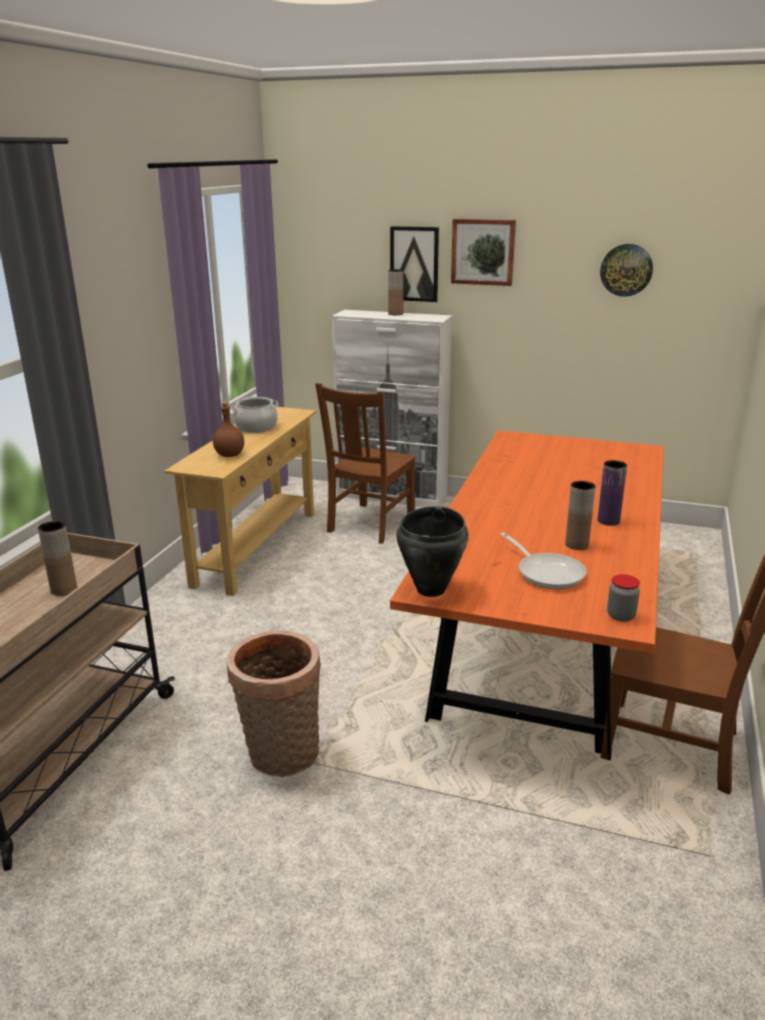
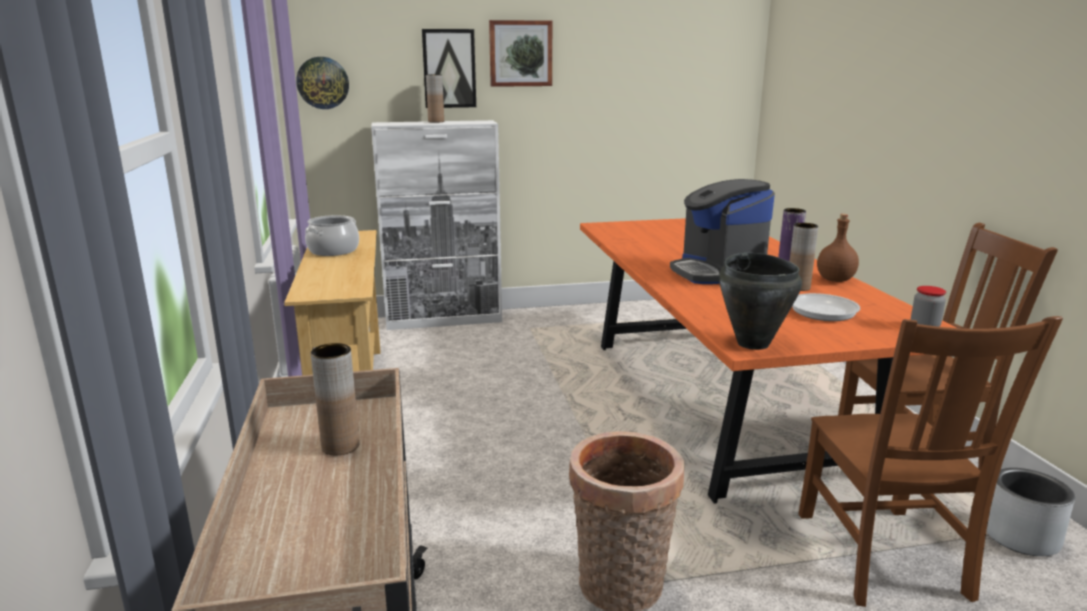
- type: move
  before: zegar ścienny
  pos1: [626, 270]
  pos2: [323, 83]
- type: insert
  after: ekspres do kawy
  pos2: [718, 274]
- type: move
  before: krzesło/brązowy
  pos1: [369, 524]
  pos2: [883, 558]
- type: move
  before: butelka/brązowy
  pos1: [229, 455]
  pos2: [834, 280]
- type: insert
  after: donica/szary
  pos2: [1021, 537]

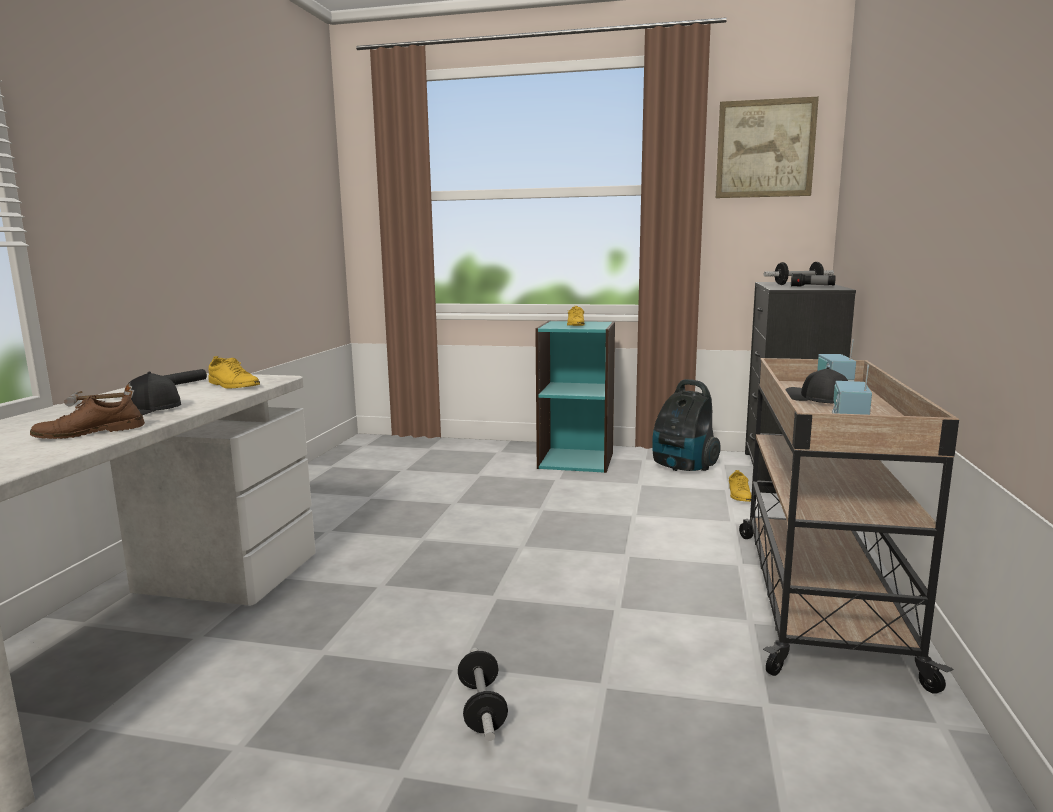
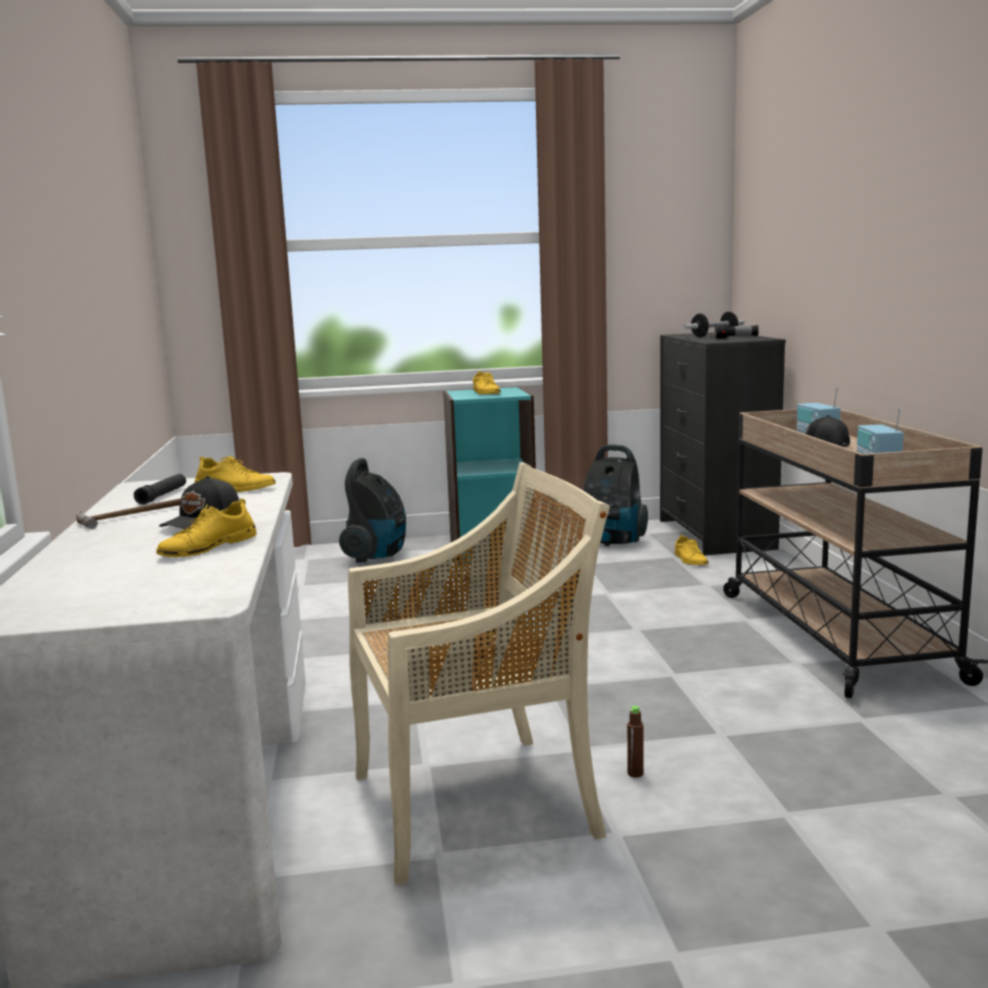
- type: recolor
  before: but/brązowy
  after: but/żółty
  pos1: [90, 432]
  pos2: [208, 547]
- type: insert
  after: odkurzacz
  pos2: [377, 556]
- type: insert
  after: krzesło/beżowy
  pos2: [477, 803]
- type: replace
  before: hantel
  after: butelka/brązowy
  pos1: [482, 708]
  pos2: [635, 773]
- type: delete
  before: obraz
  pos1: [765, 149]

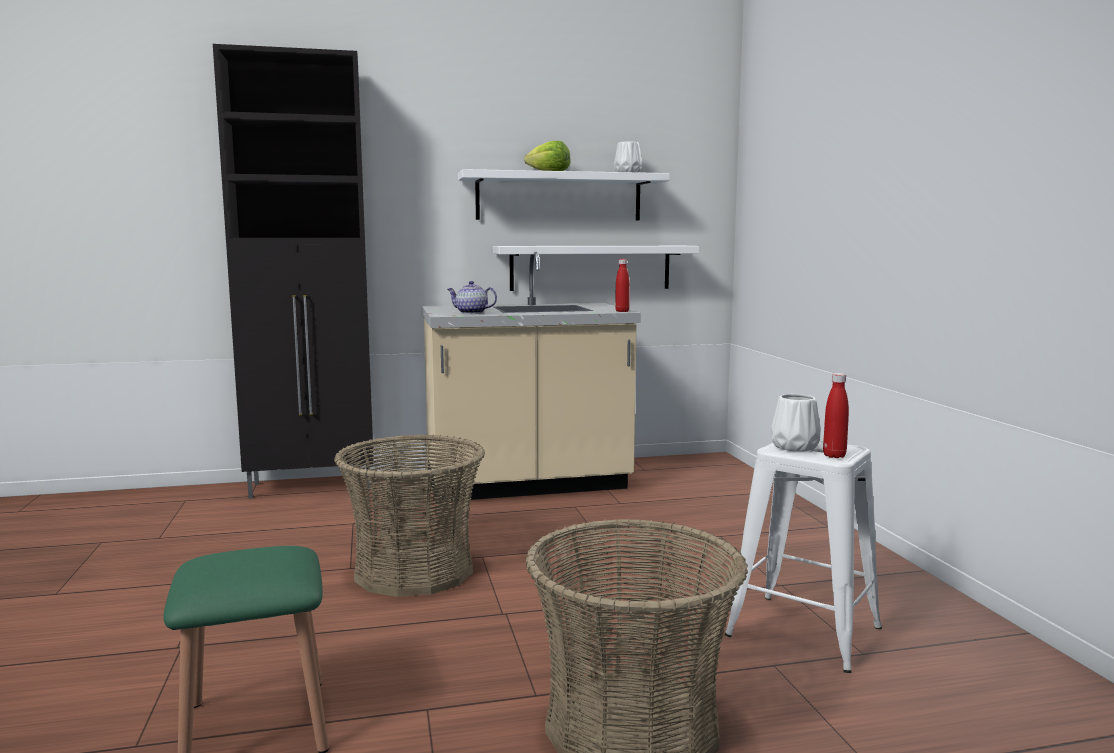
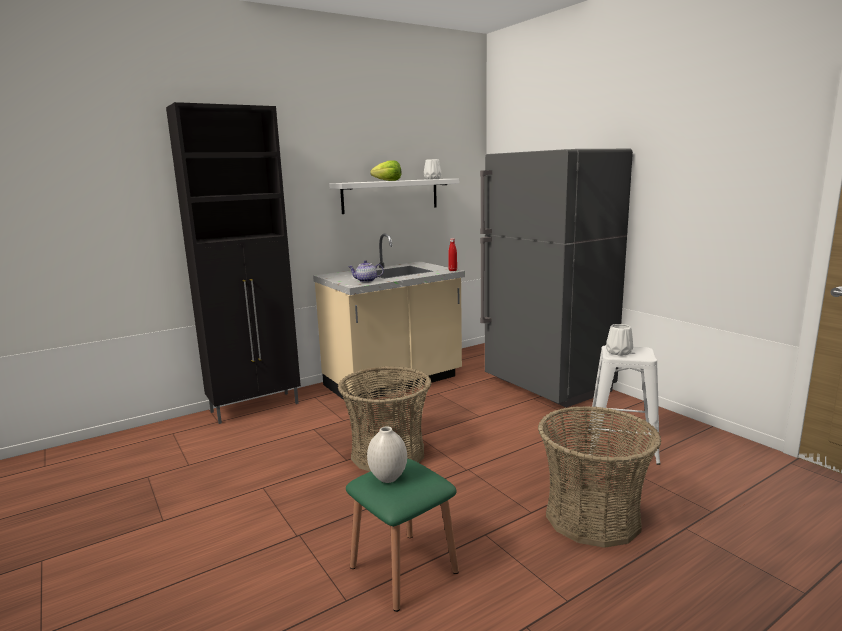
- type: insert
  after: wazon/biały
  pos2: [387, 478]
- type: insert
  after: lodówka/szary
  pos2: [548, 386]
- type: delete
  before: półka/biały
  pos1: [590, 267]
- type: delete
  before: butelka/czerwony
  pos1: [834, 455]

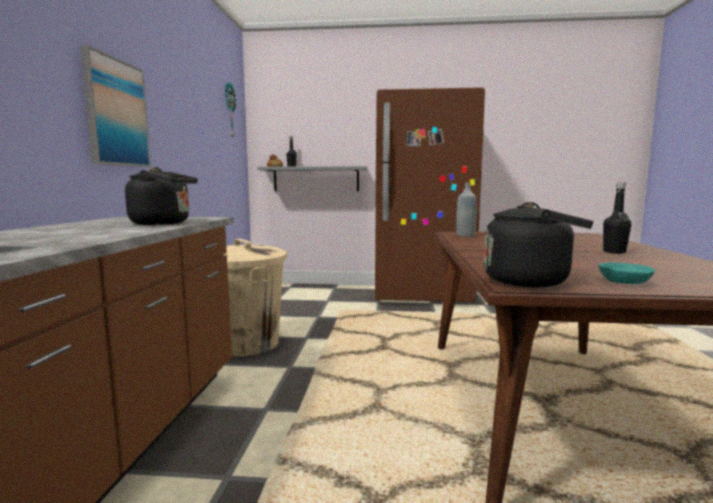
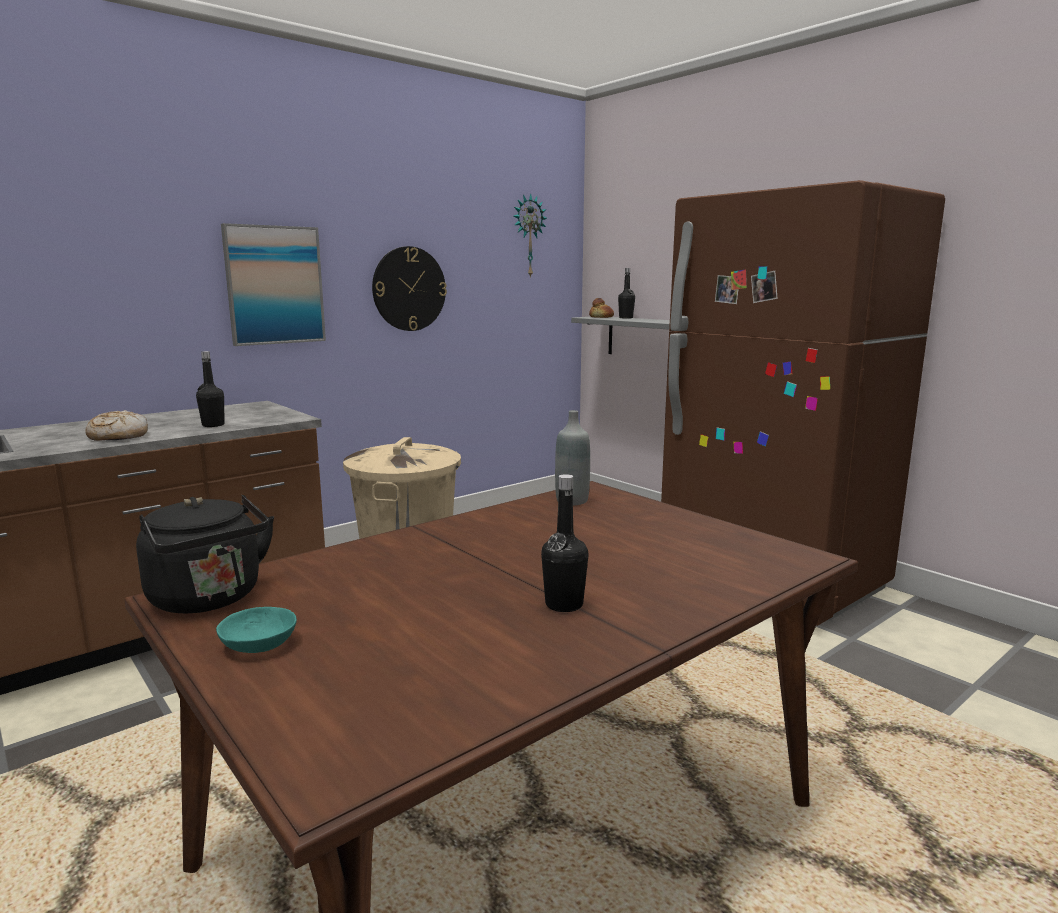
- type: insert
  after: chleb
  pos2: [117, 436]
- type: replace
  before: czajnik/czarny
  after: butelka/czarny
  pos1: [164, 223]
  pos2: [213, 425]
- type: insert
  after: zegar ścienny
  pos2: [409, 289]

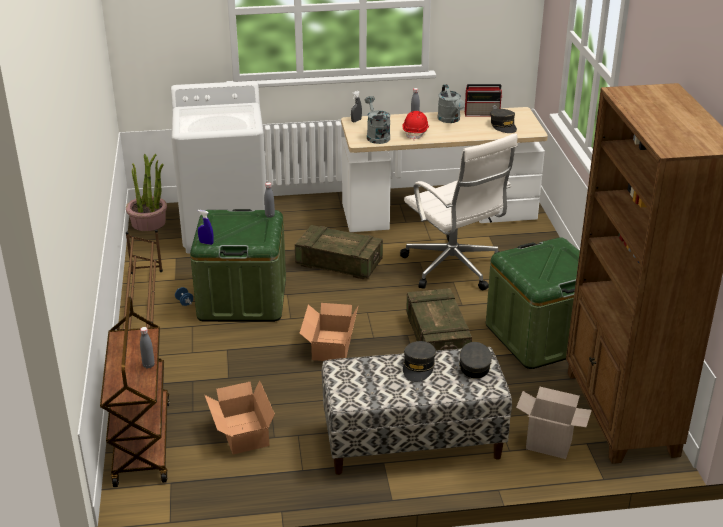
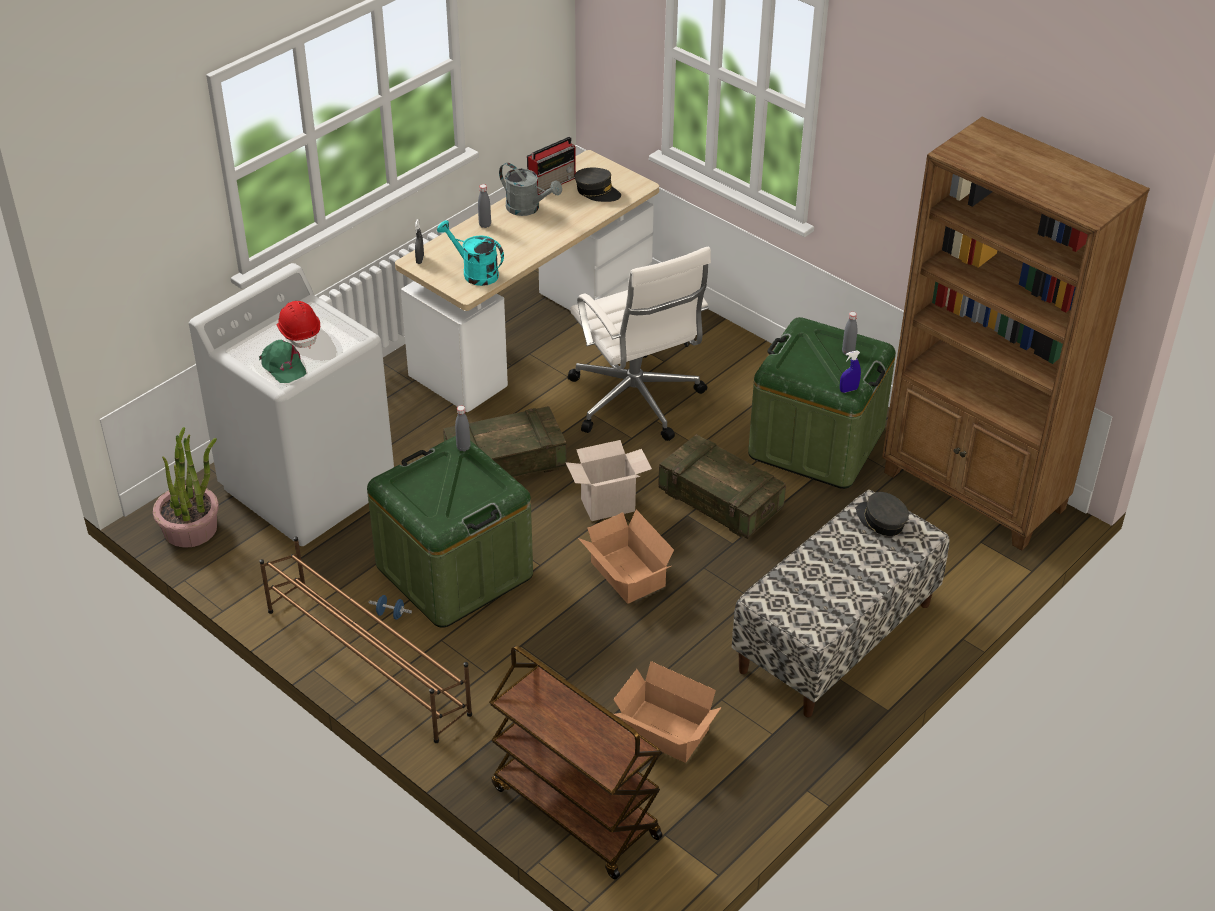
- type: insert
  after: czapka z daszkiem/zielony
  pos2: [283, 366]
- type: move
  before: kask/czerwony
  pos1: [416, 132]
  pos2: [299, 333]
- type: recolor
  before: konewka/szary
  after: konewka/turkusowy
  pos1: [376, 136]
  pos2: [474, 273]
- type: move
  before: karton
  pos1: [550, 444]
  pos2: [609, 504]
- type: rotate
  before: krzesło biurowe/biały
  pos1: [453, 268]
  pos2: [636, 402]
  turn: 45
- type: move
  before: spryskiwacz/niebieski
  pos1: [206, 243]
  pos2: [848, 390]
- type: move
  before: butelka/szary
  pos1: [148, 365]
  pos2: [848, 352]
- type: delete
  before: czapka z daszkiem/szary
  pos1: [418, 367]

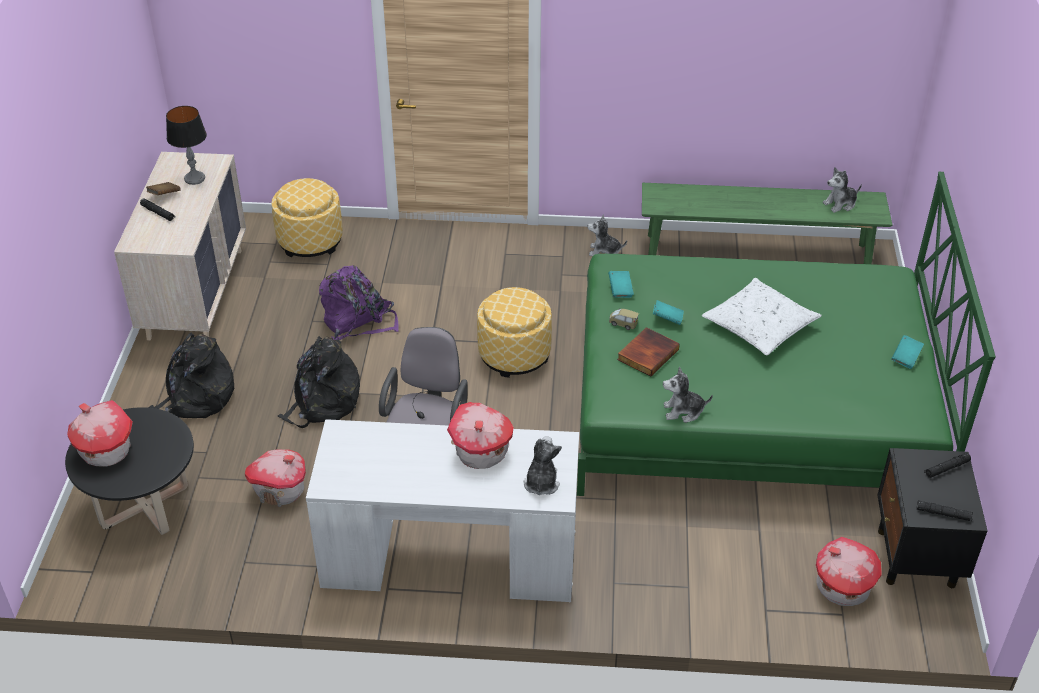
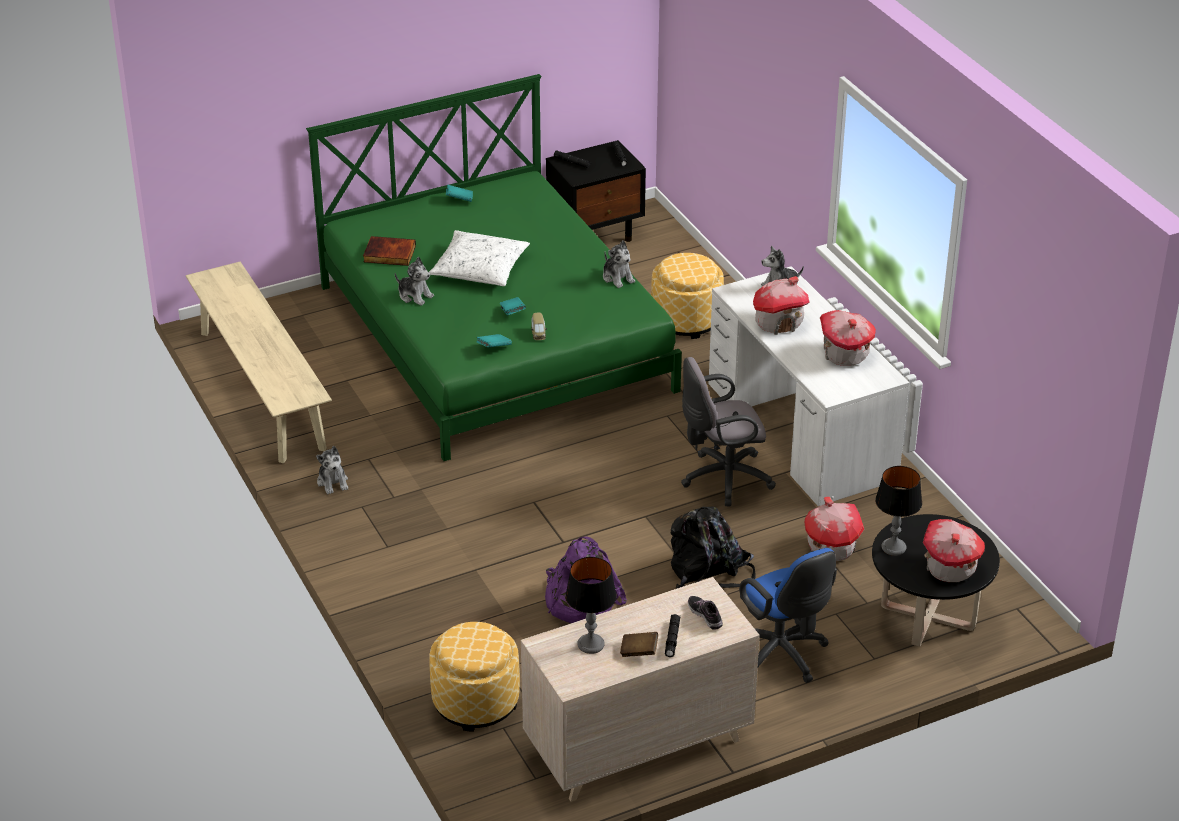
- type: recolor
  before: ławka/zielony
  after: ławka/beżowy
  pos1: [757, 252]
  pos2: [261, 389]
- type: move
  before: książka
  pos1: [647, 354]
  pos2: [389, 254]
- type: move
  before: pluszak
  pos1: [840, 204]
  pos2: [415, 296]
- type: move
  before: pufa
  pos1: [514, 354]
  pos2: [686, 320]
- type: insert
  after: but
  pos2: [705, 615]
- type: replace
  before: plecak/czarny
  after: krzesło biurowe/niebieski
  pos1: [197, 399]
  pos2: [781, 656]
- type: move
  before: domek
  pos1: [841, 588]
  pos2: [845, 354]
- type: insert
  after: lampa stołowa
  pos2: [894, 547]

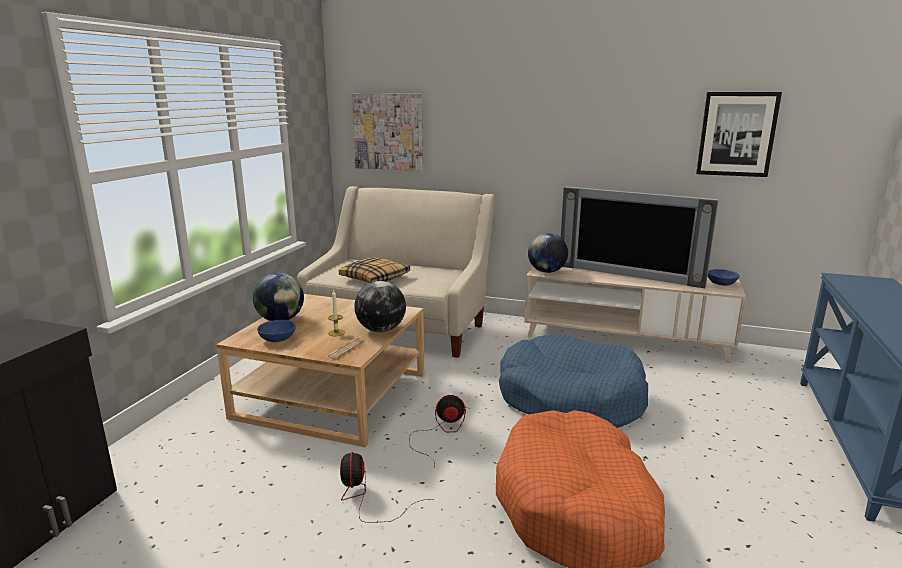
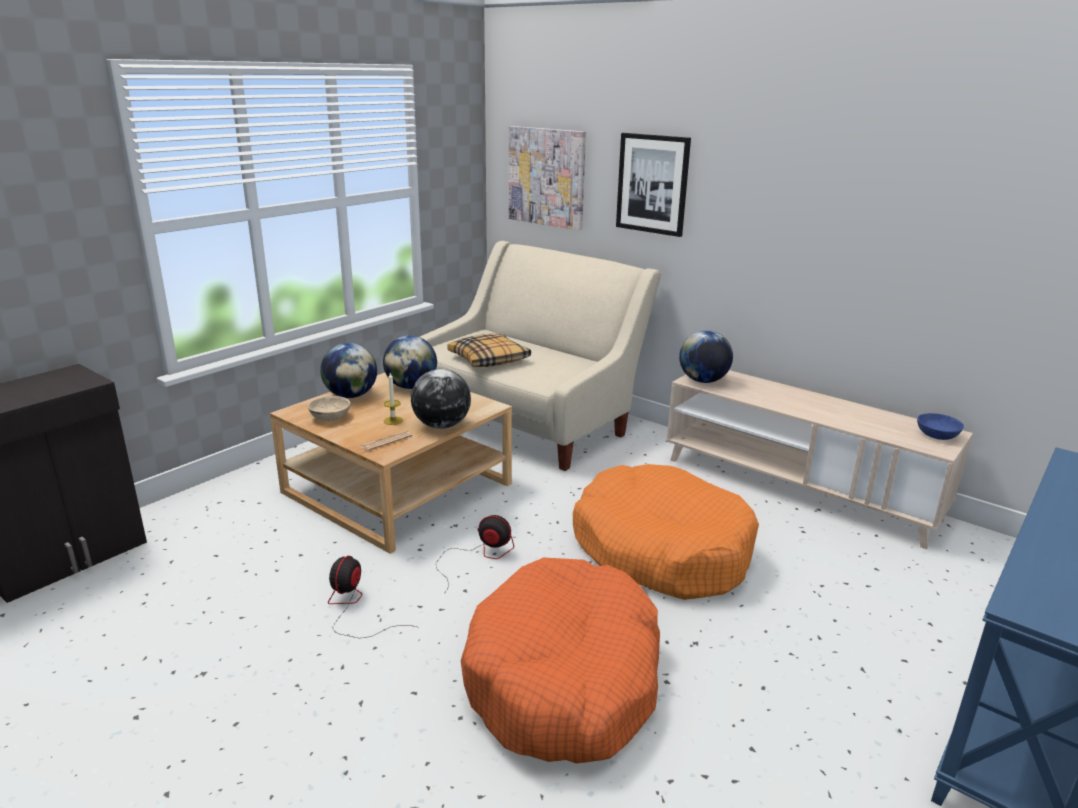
- type: recolor
  before: miska/niebieski
  after: miska/beżowy
  pos1: [277, 339]
  pos2: [330, 417]
- type: insert
  after: globus
  pos2: [411, 387]
- type: recolor
  before: legowisko/niebieski
  after: legowisko/pomarańczowy
  pos1: [570, 398]
  pos2: [661, 549]
- type: move
  before: obraz
  pos1: [737, 134]
  pos2: [652, 184]
- type: delete
  before: telewizor
  pos1: [629, 274]

